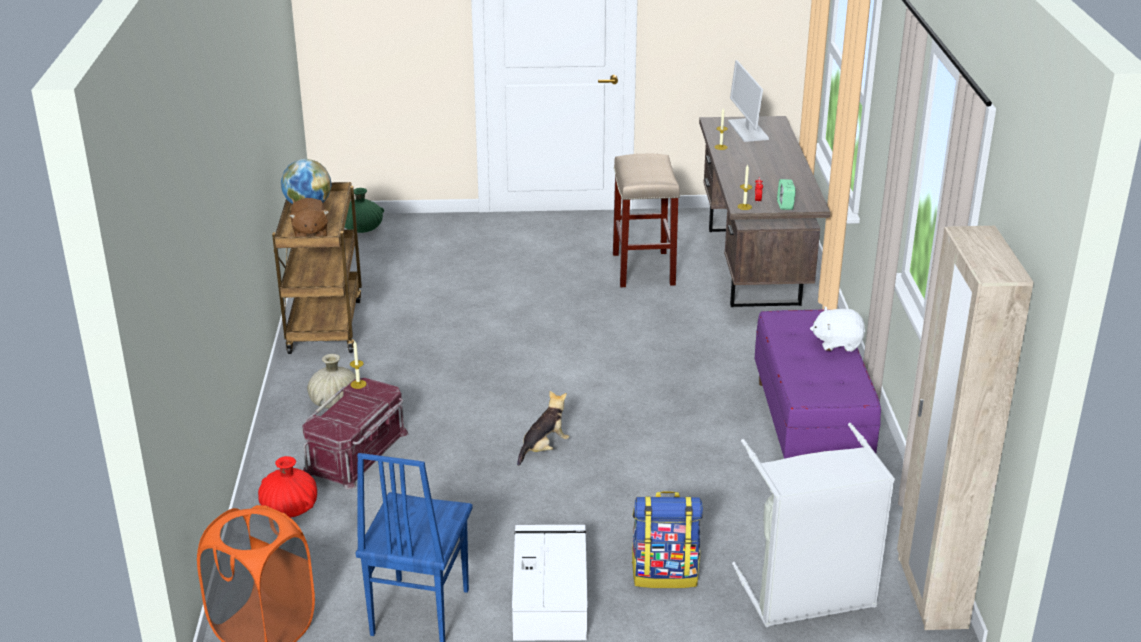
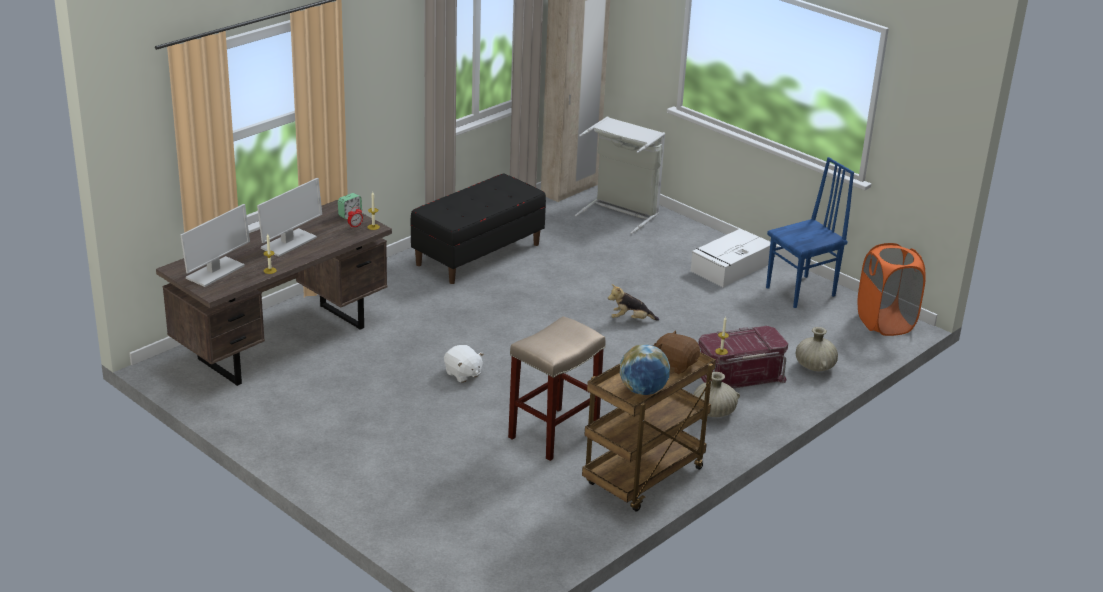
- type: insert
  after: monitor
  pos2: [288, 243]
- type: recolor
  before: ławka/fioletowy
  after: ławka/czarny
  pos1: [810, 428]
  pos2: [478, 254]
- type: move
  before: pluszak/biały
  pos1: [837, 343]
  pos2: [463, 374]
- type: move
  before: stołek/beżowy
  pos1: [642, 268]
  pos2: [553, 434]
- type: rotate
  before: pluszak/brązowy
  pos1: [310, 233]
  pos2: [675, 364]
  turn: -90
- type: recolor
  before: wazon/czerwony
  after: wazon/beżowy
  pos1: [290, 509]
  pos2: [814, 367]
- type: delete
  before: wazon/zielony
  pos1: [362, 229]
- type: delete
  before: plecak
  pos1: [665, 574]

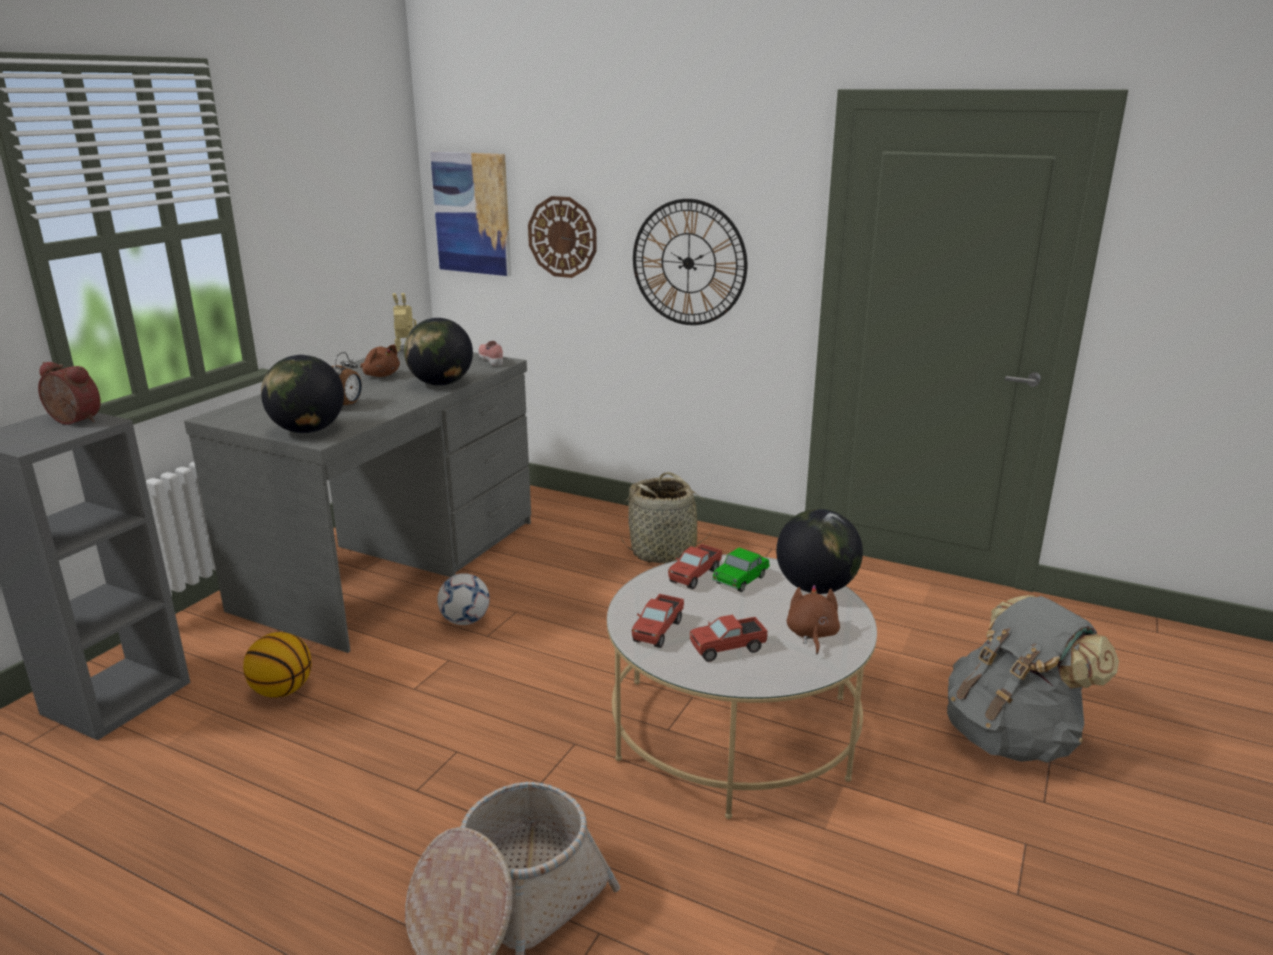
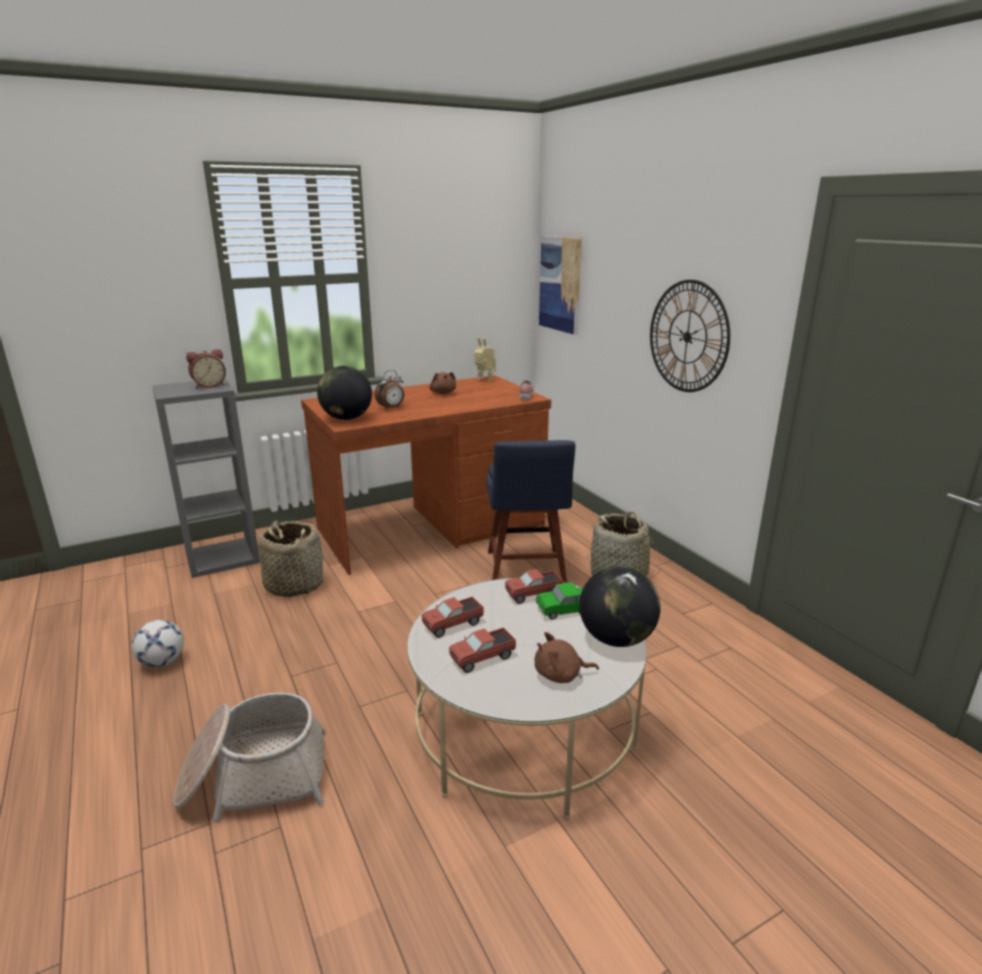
- type: move
  before: piłka futbolowa
  pos1: [465, 621]
  pos2: [162, 662]
- type: rotate
  before: budzik
  pos1: [72, 421]
  pos2: [209, 385]
  turn: 90
- type: replace
  before: piłka do koszykówki
  after: koszyk
  pos1: [282, 690]
  pos2: [294, 584]
- type: recolor
  before: biurko/szary
  after: biurko/brązowy
  pos1: [393, 563]
  pos2: [432, 527]
- type: rotate
  before: ciężarówka zabawkowa
  pos1: [728, 649]
  pos2: [482, 658]
  turn: -45
- type: insert
  after: krzesło/niebieski
  pos2: [526, 569]
- type: rotate
  before: pluszak/brązowy
  pos1: [811, 635]
  pos2: [561, 675]
  turn: -135
- type: delete
  before: globus
  pos1: [441, 384]
- type: delete
  before: zegar ścienny
  pos1: [562, 237]
- type: delete
  before: plecak/szary
  pos1: [1012, 737]

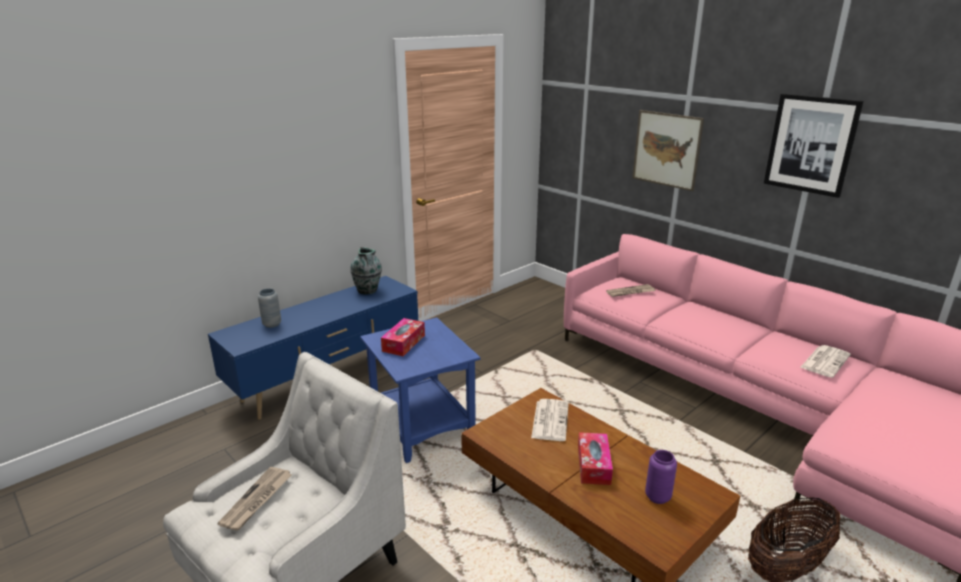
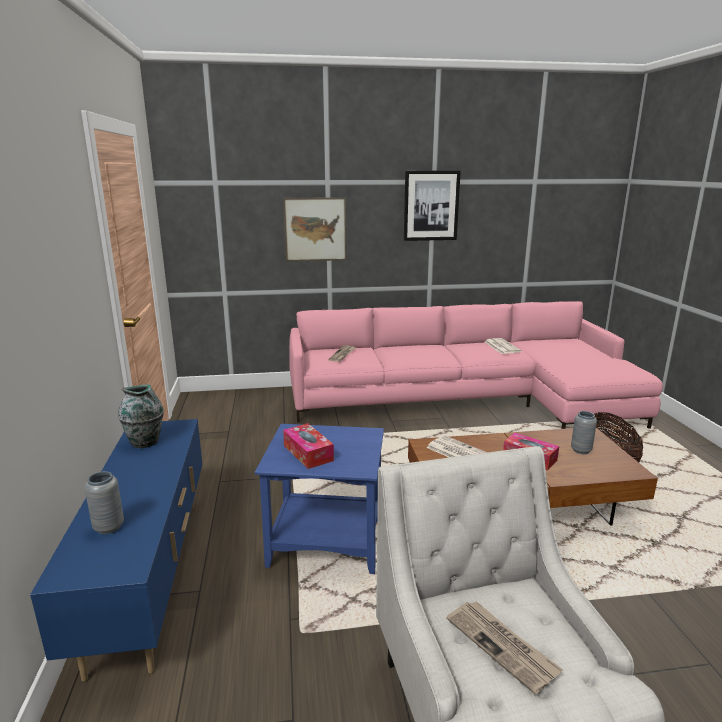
- type: recolor
  before: wazon/fioletowy
  after: wazon/szary
  pos1: [657, 497]
  pos2: [581, 450]

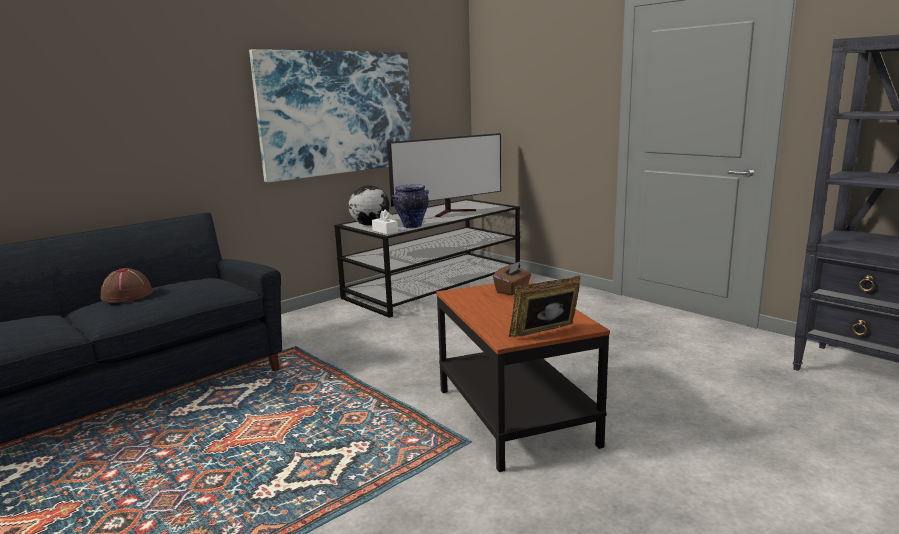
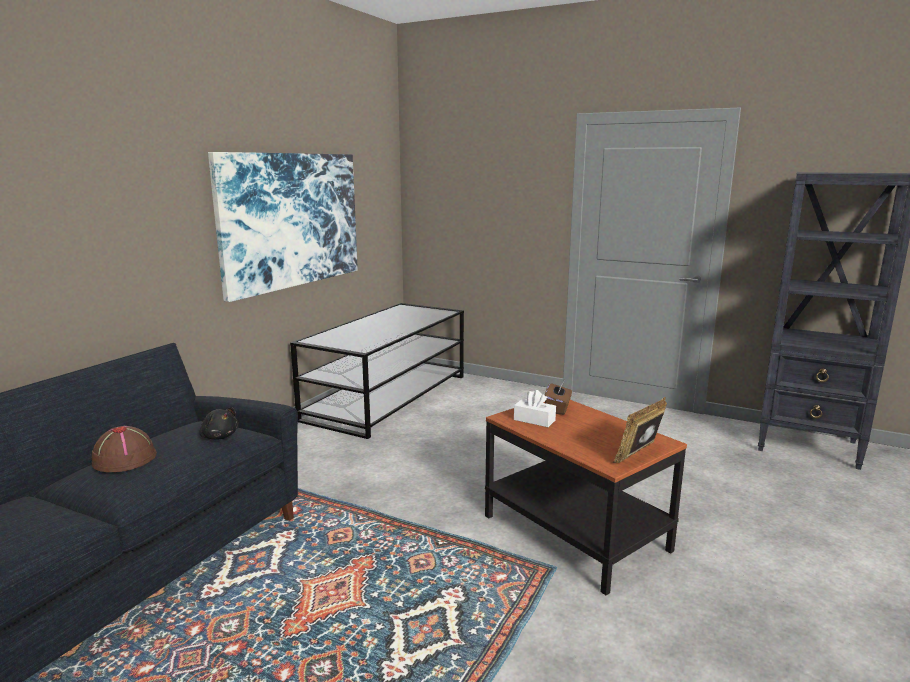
- type: insert
  after: pluszak/czarny
  pos2: [219, 436]
- type: move
  before: pudełko chusteczek/biały
  pos1: [385, 231]
  pos2: [534, 420]
- type: delete
  before: globus
  pos1: [369, 225]
- type: delete
  before: telewizor
  pos1: [453, 212]
- type: delete
  before: wazon
  pos1: [412, 226]

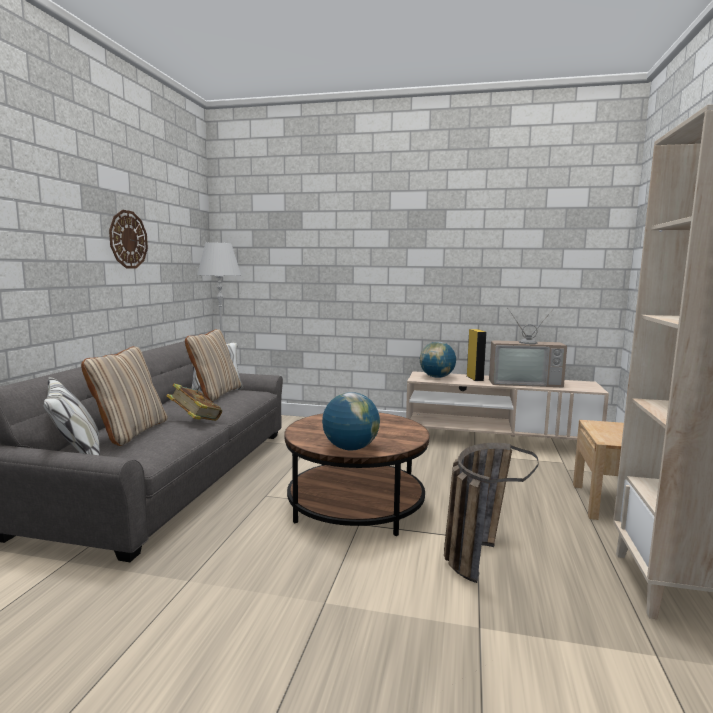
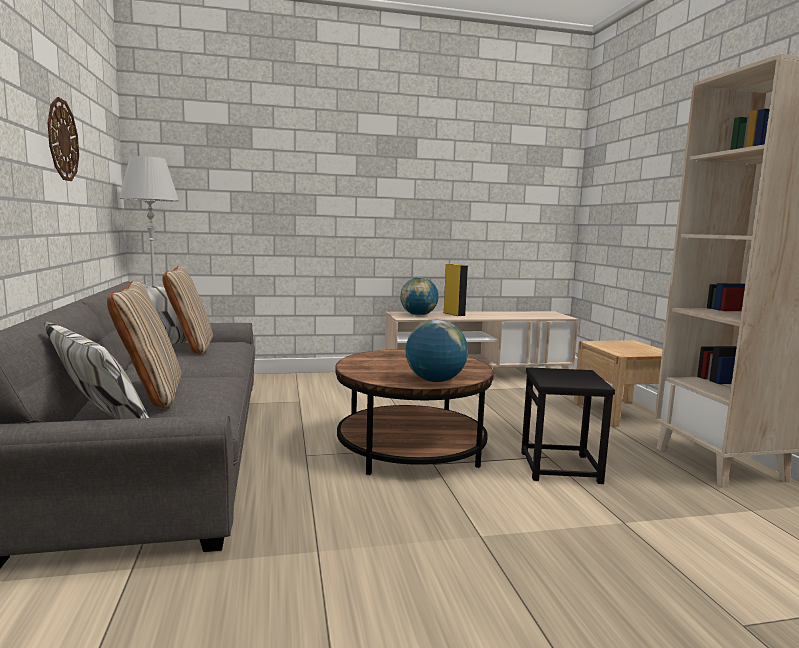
- type: replace
  before: koszyk
  after: stołek/czarny
  pos1: [478, 552]
  pos2: [560, 467]
- type: delete
  before: książka
  pos1: [195, 421]
- type: delete
  before: telewizor
  pos1: [524, 382]

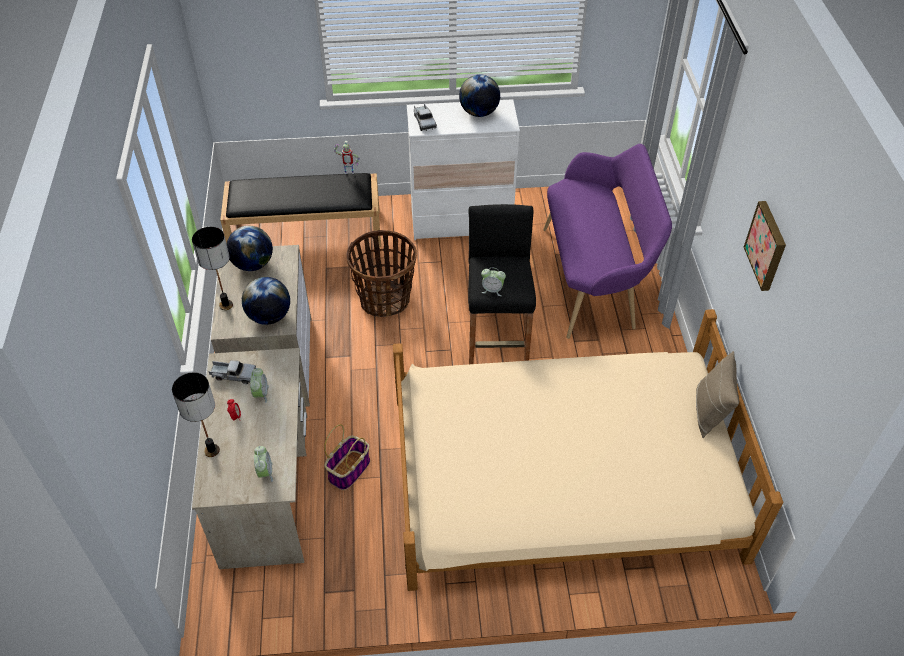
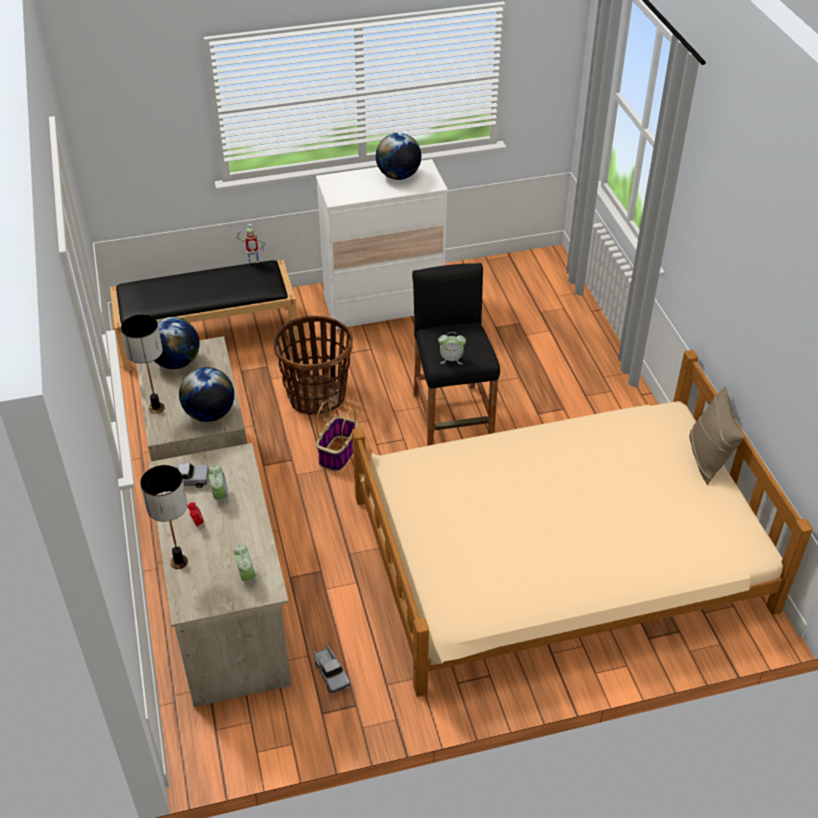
- type: move
  before: ciężarówka zabawkowa
  pos1: [424, 121]
  pos2: [331, 673]
- type: move
  before: koszyk
  pos1: [349, 470]
  pos2: [338, 453]
- type: delete
  before: ławka/fioletowy
  pos1: [594, 279]
- type: delete
  before: obraz
  pos1: [767, 245]

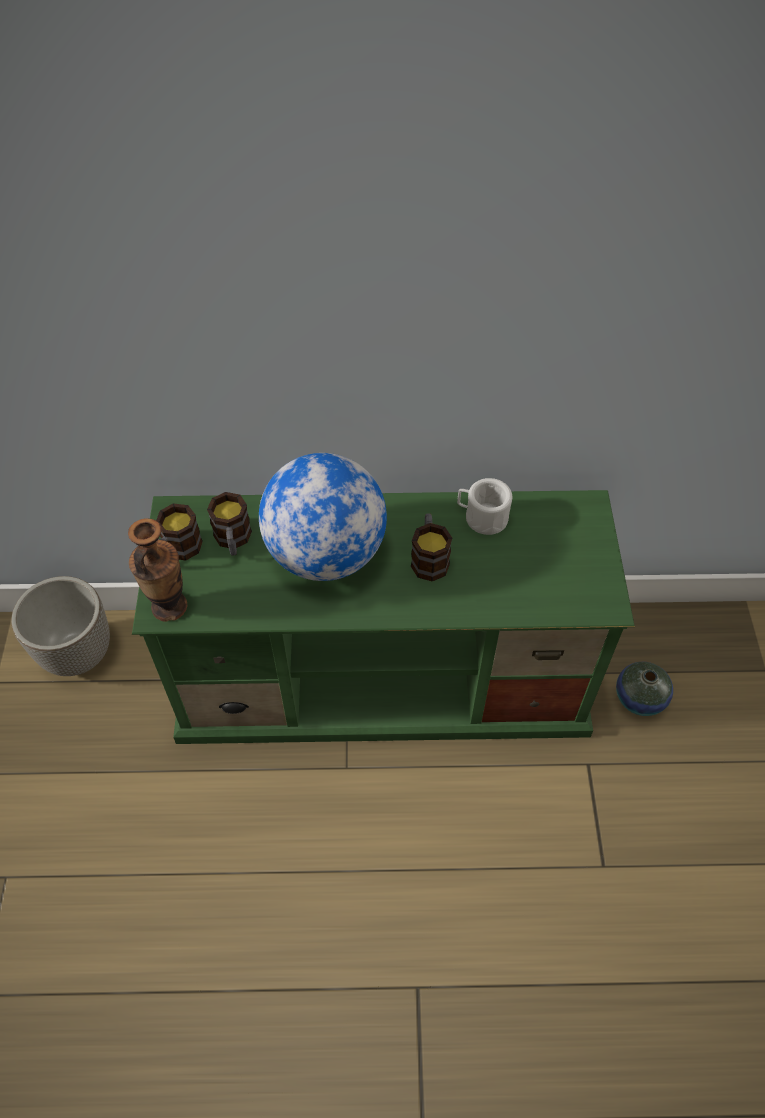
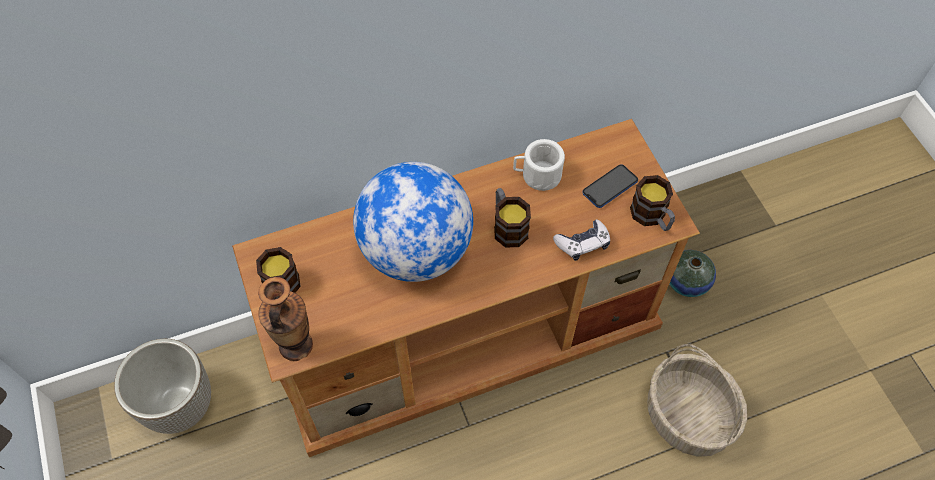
- type: recolor
  before: szafka pod telewizor/zielony
  after: szafka pod telewizor/brązowy
  pos1: [385, 675]
  pos2: [470, 332]
- type: insert
  after: pad do gier
  pos2: [582, 244]
- type: insert
  after: telefon
  pos2: [610, 187]
- type: move
  before: kubek
  pos1: [233, 540]
  pos2: [652, 217]
- type: insert
  after: koszyk
  pos2: [686, 416]

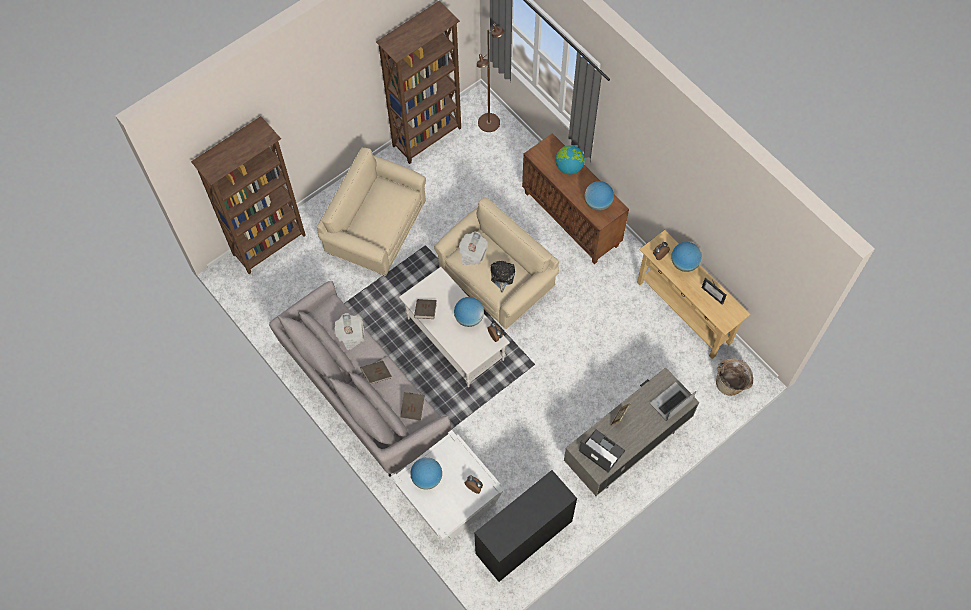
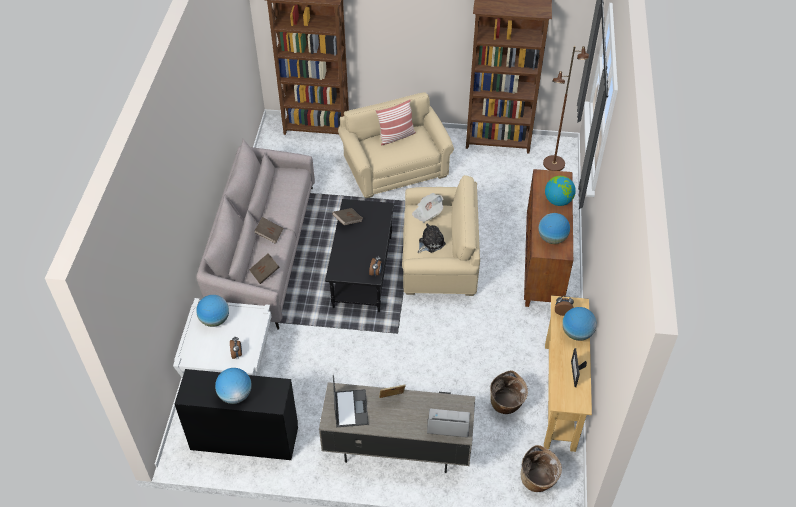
- type: move
  before: globus
  pos1: [469, 318]
  pos2: [235, 395]
- type: recolor
  before: ława/biały
  after: ława/czarny
  pos1: [454, 339]
  pos2: [362, 271]
- type: insert
  after: poduszka
  pos2: [396, 136]
- type: insert
  after: koszyk
  pos2: [506, 404]
- type: delete
  before: gazeta
  pos1: [350, 335]

